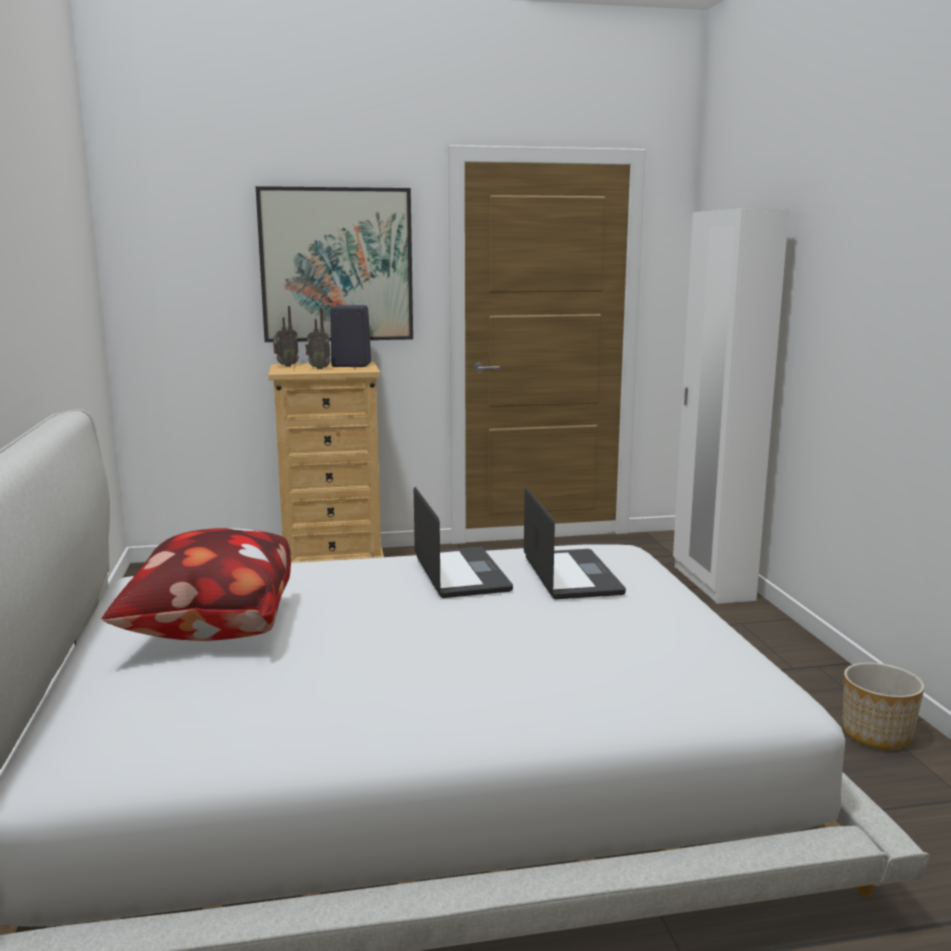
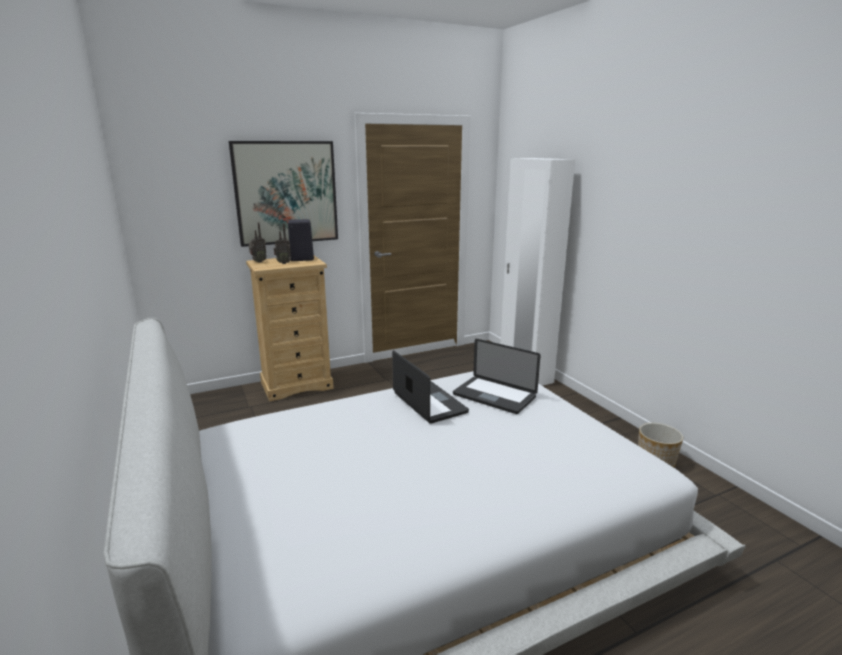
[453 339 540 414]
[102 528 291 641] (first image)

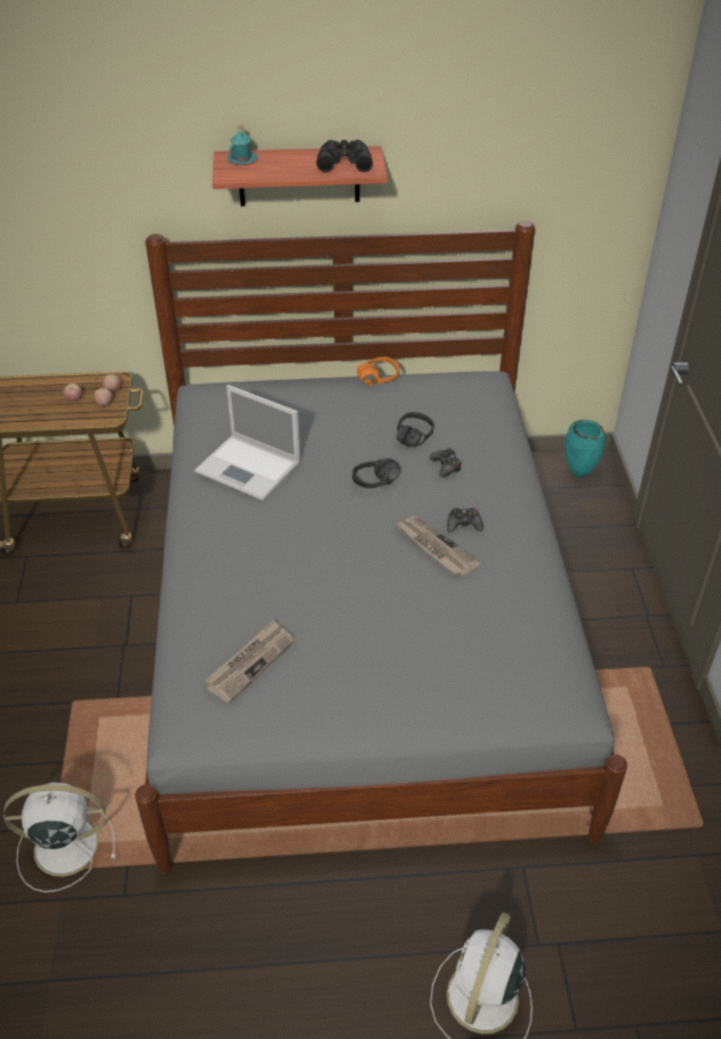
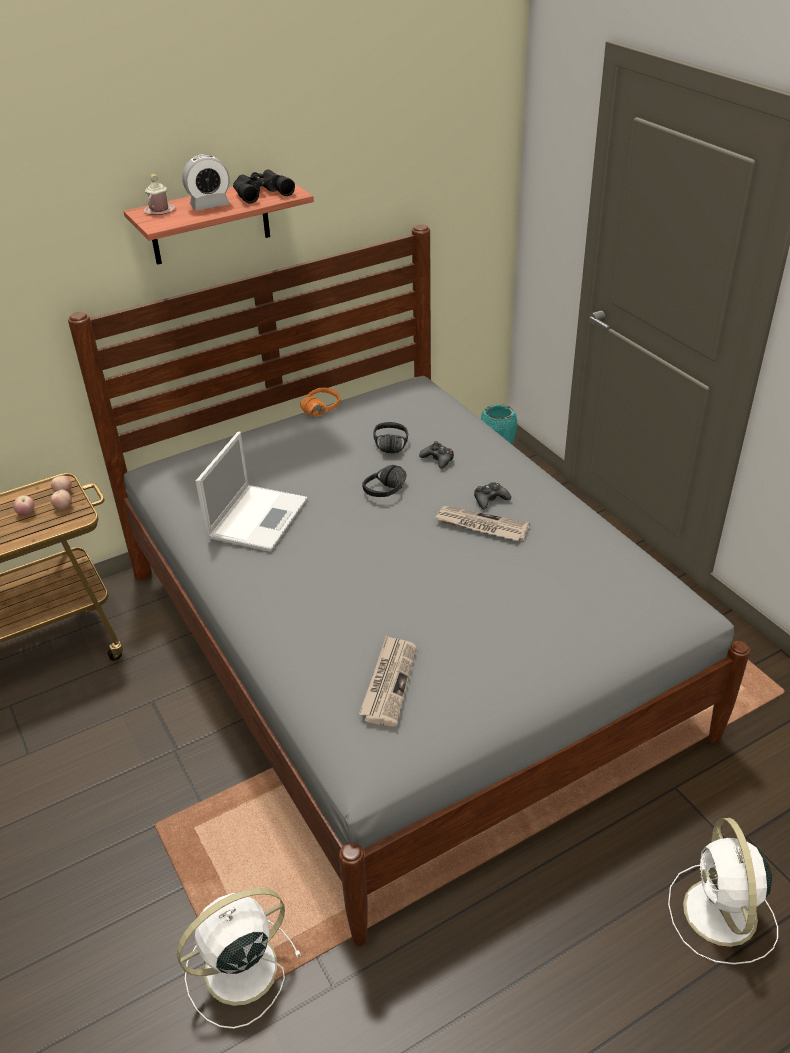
[144 173 175 215]
[196 432 307 552]
[182 154 230 211]

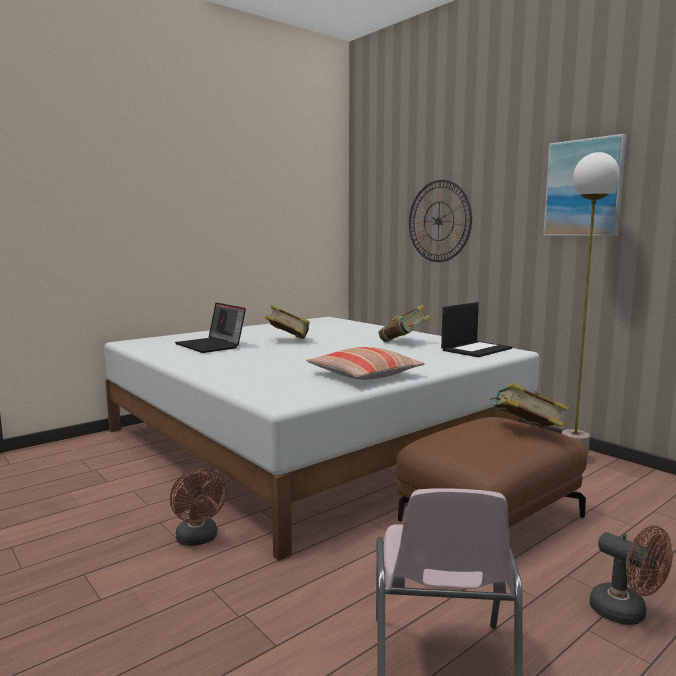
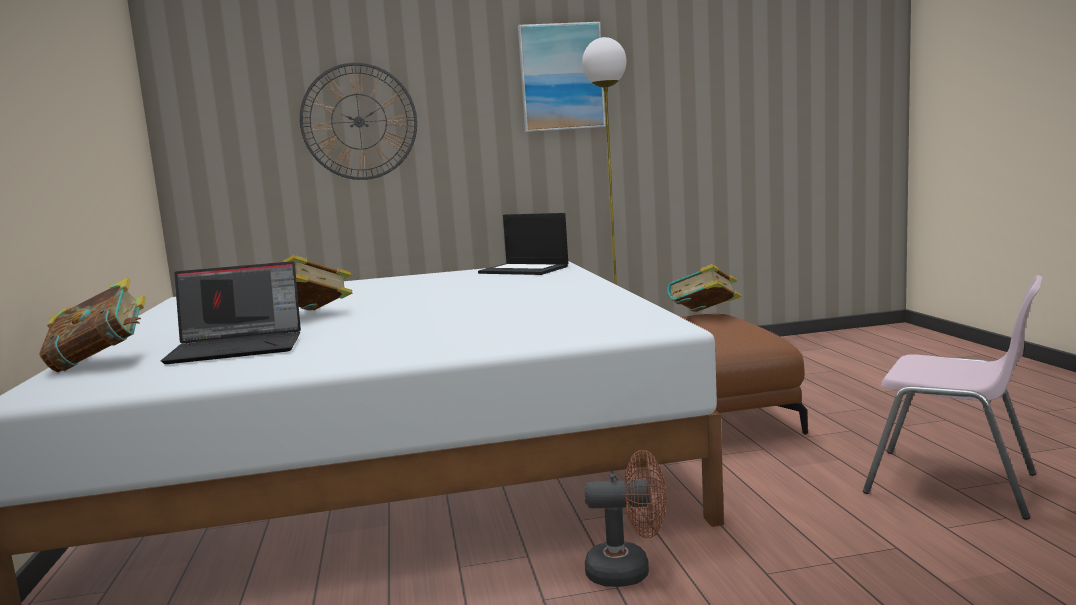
[478 213 568 275]
[39 278 146 373]
[307 347 425 380] (first image)
[589 525 673 625] (first image)

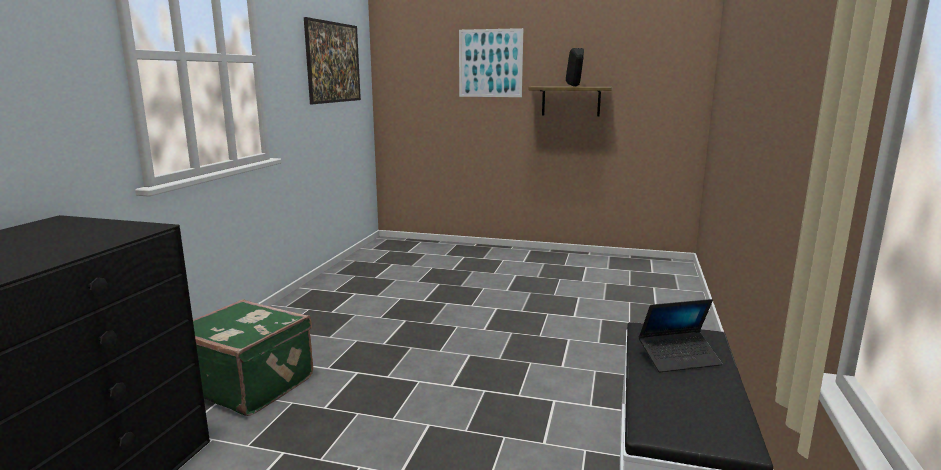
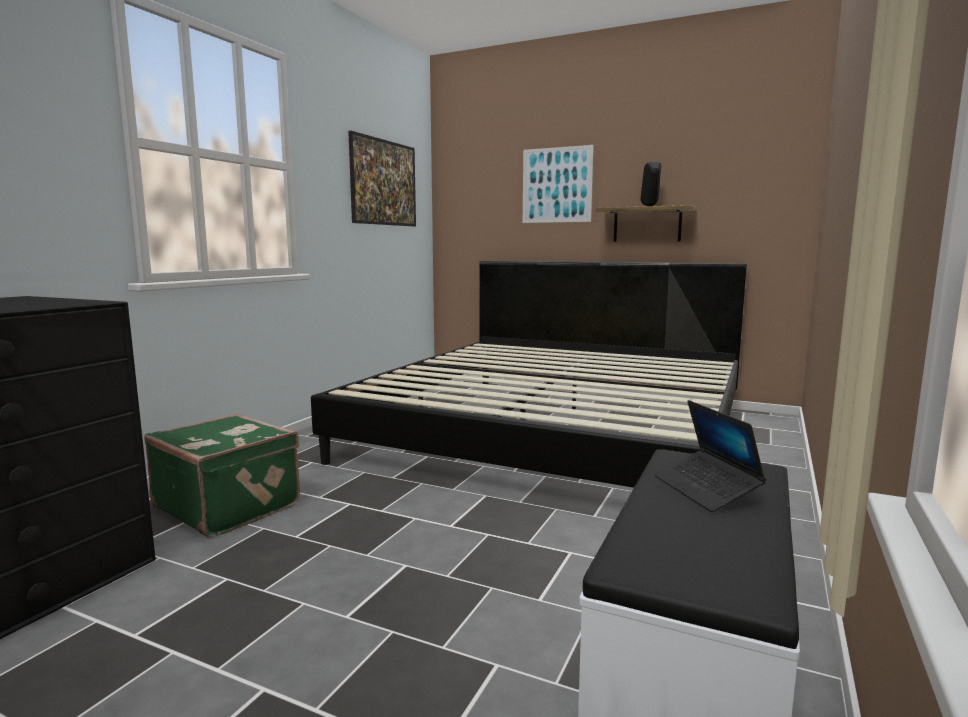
[655 400 766 512]
[311 261 747 488]

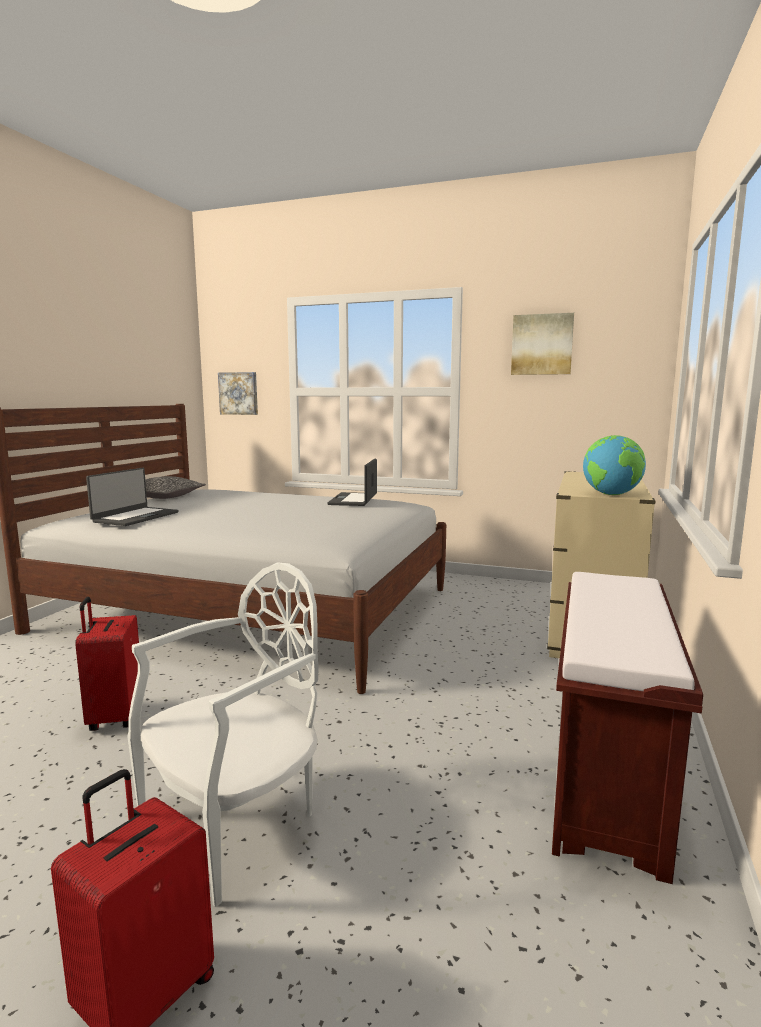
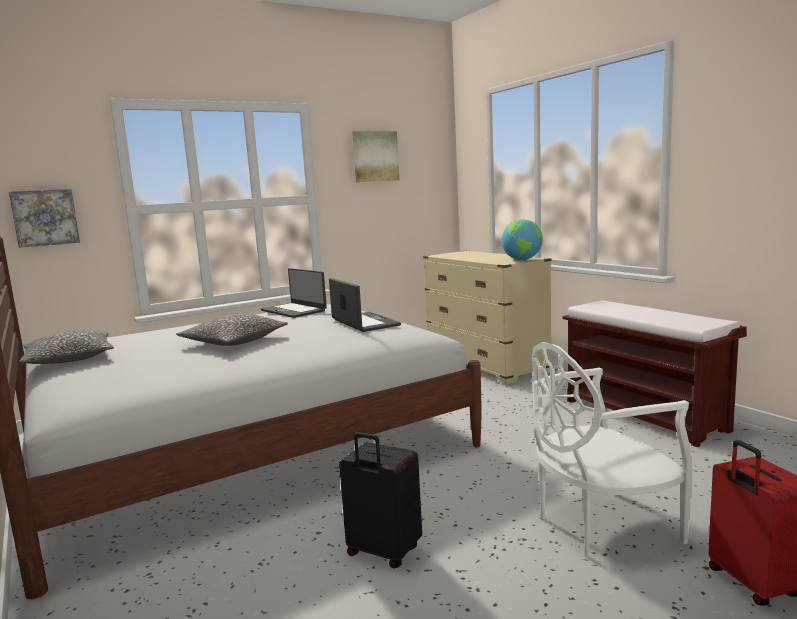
[329 278 401 332]
[532 342 694 557]
[339 432 422 569]
[176 314 288 346]

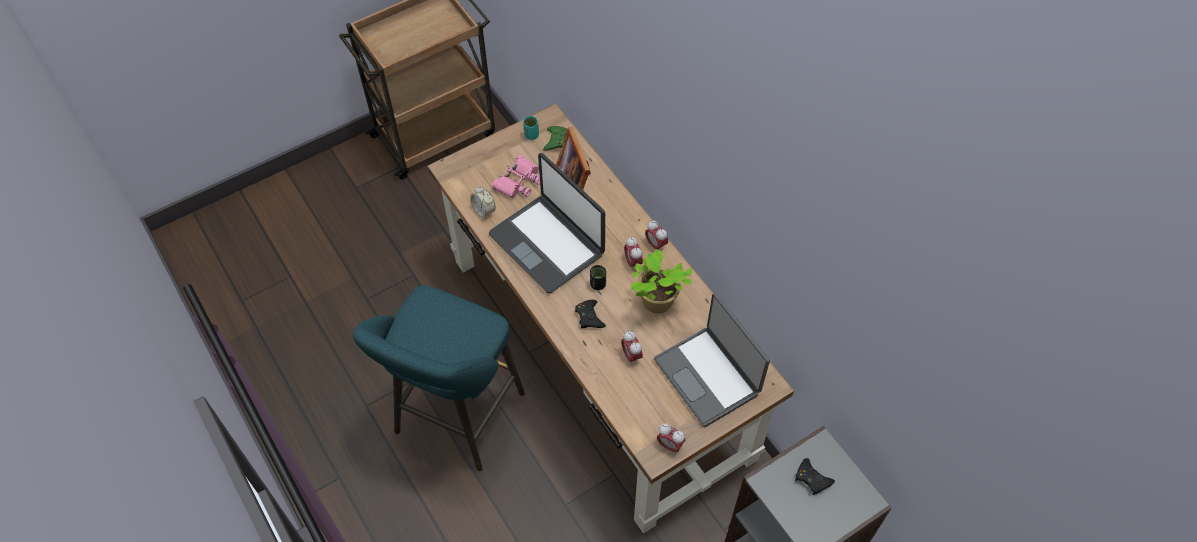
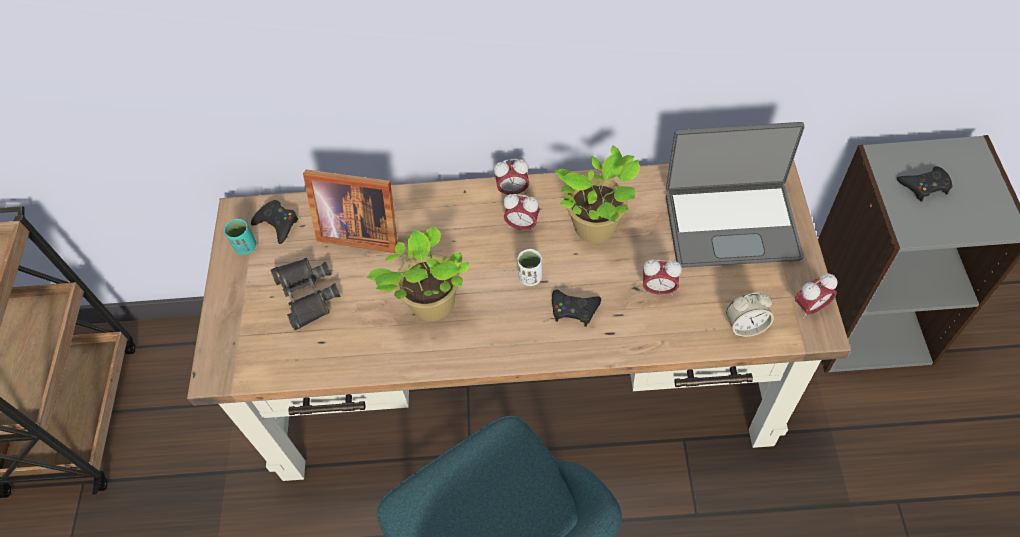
[251 200 298 244]
[366 226 469 321]
[270 258 340 331]
[726 292 774 337]
[517 249 542 286]

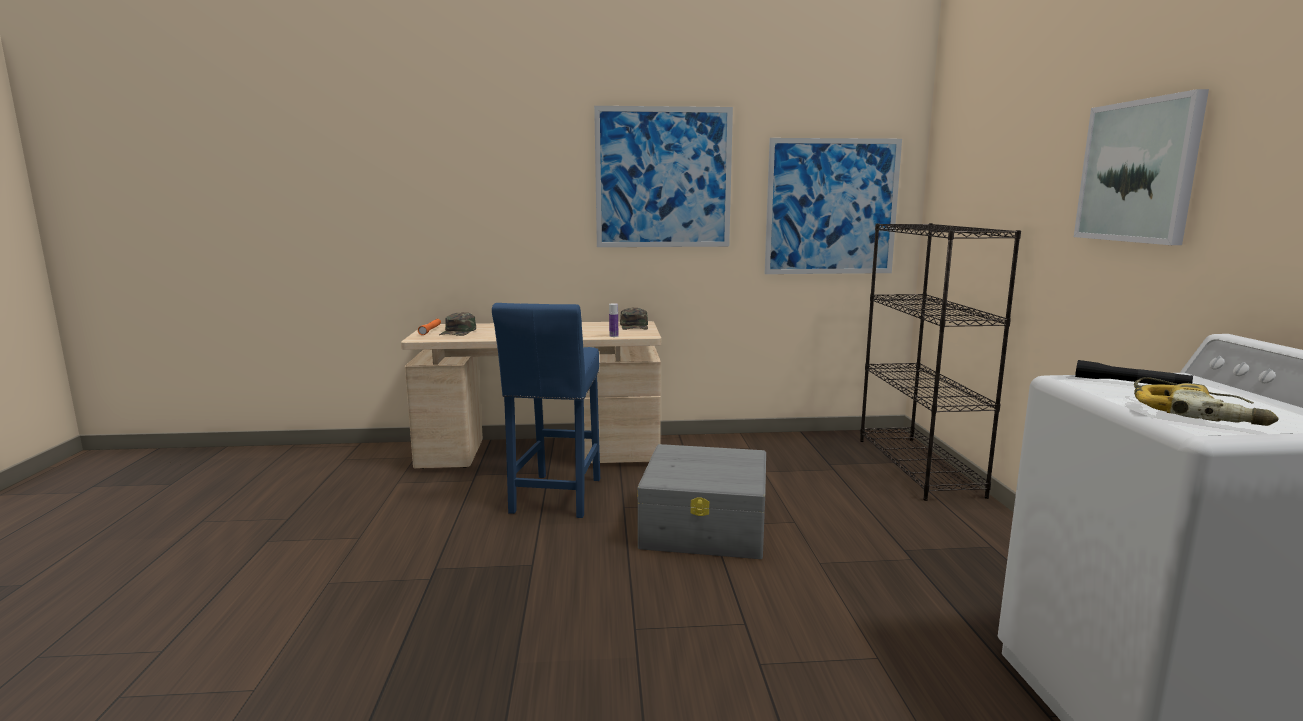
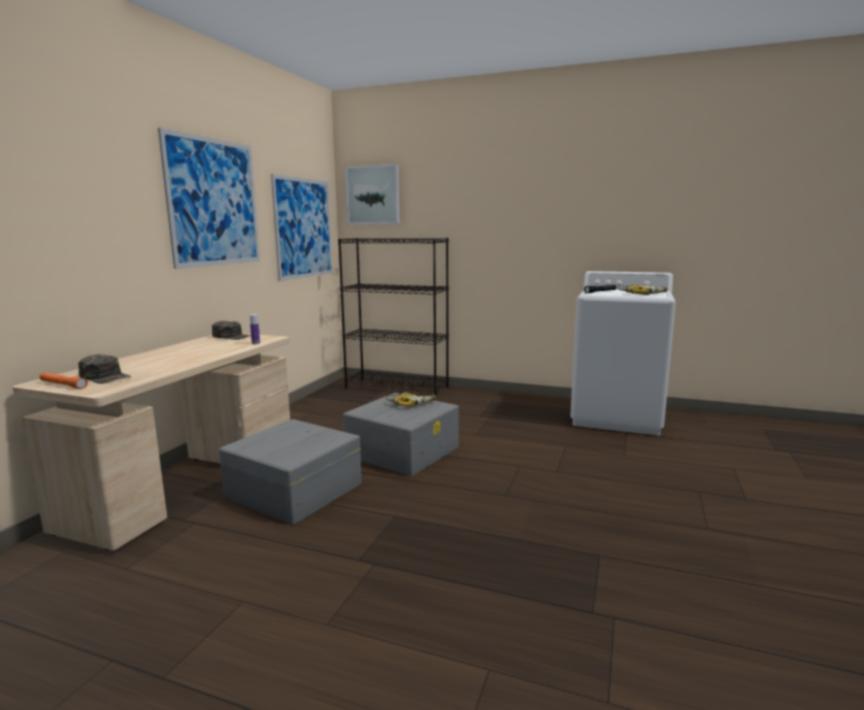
[345 164 399 224]
[219 419 362 525]
[386 392 436 407]

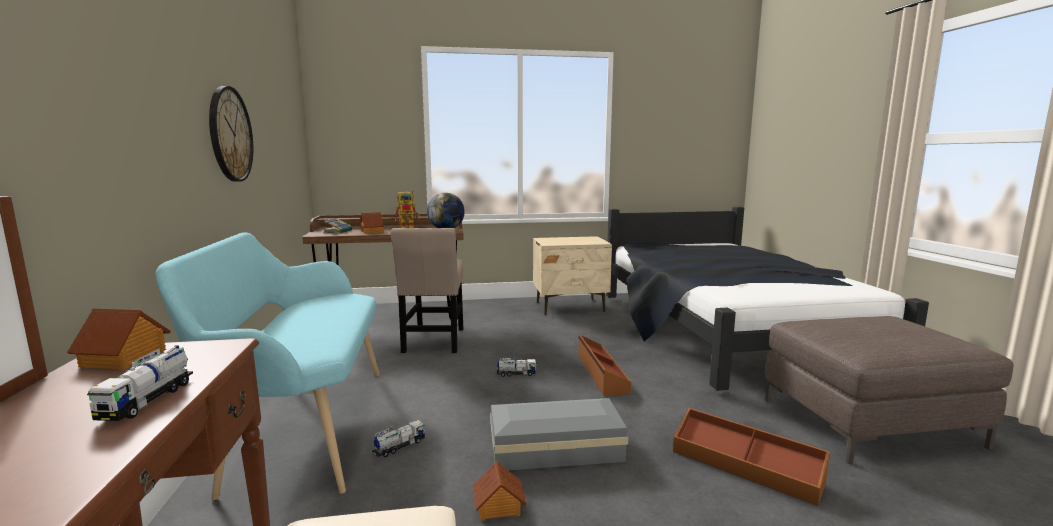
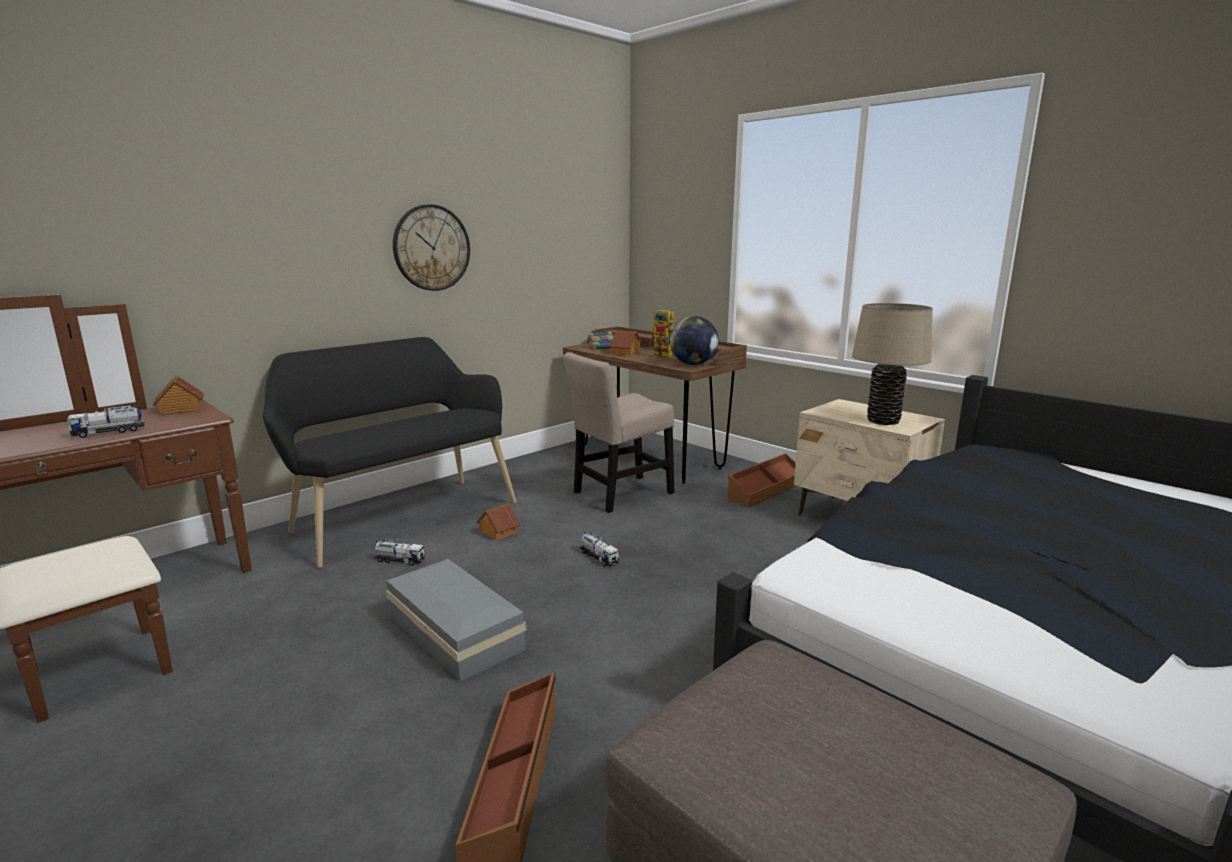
[263 337 516 568]
[728 453 796 507]
[477 503 520 541]
[852 303 933 425]

